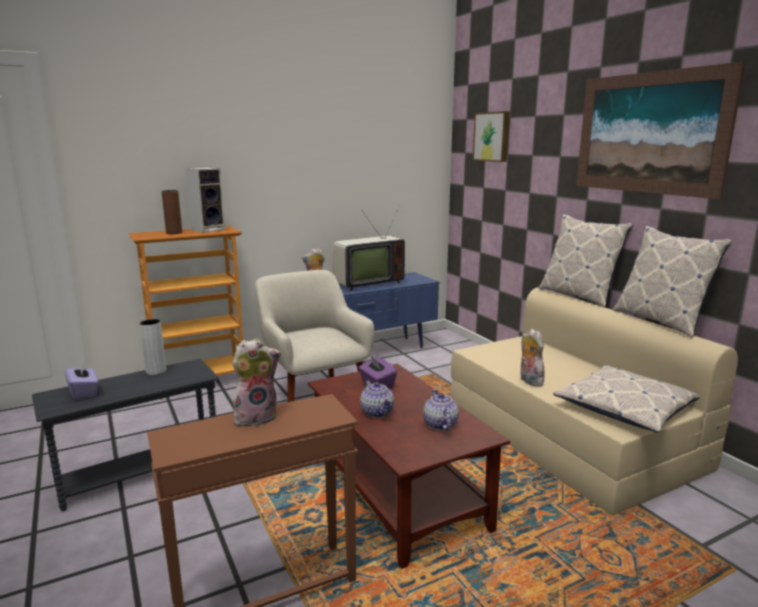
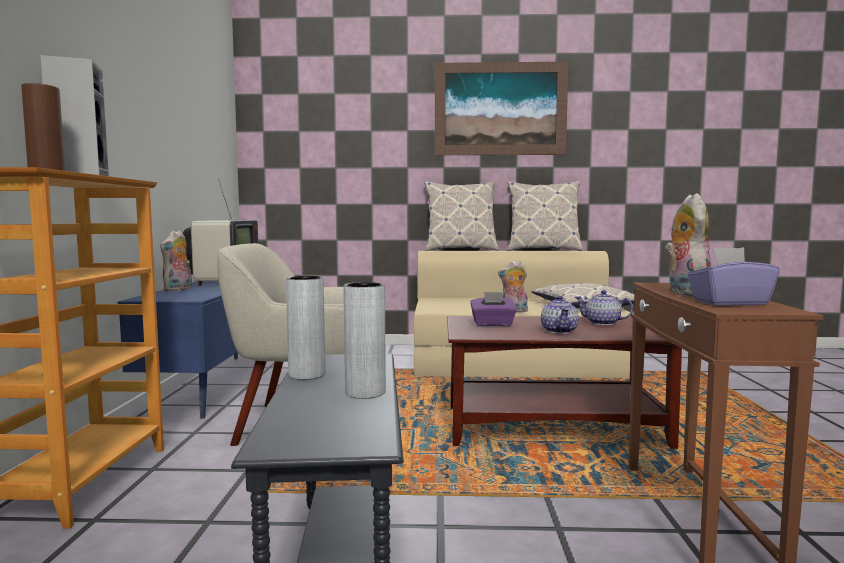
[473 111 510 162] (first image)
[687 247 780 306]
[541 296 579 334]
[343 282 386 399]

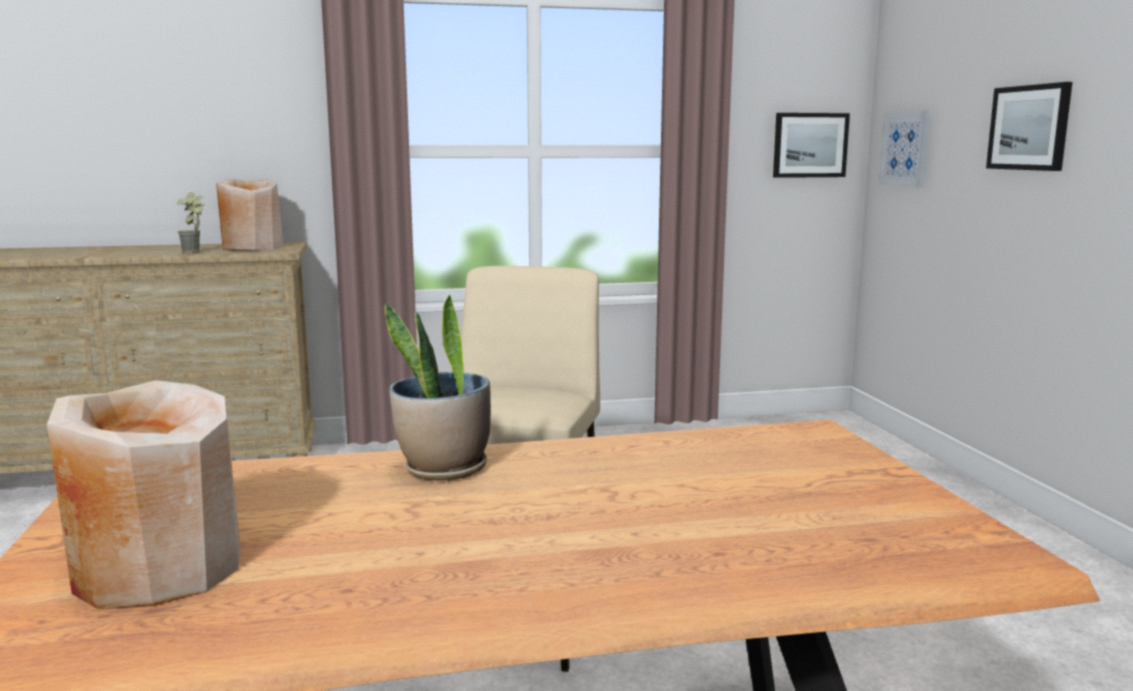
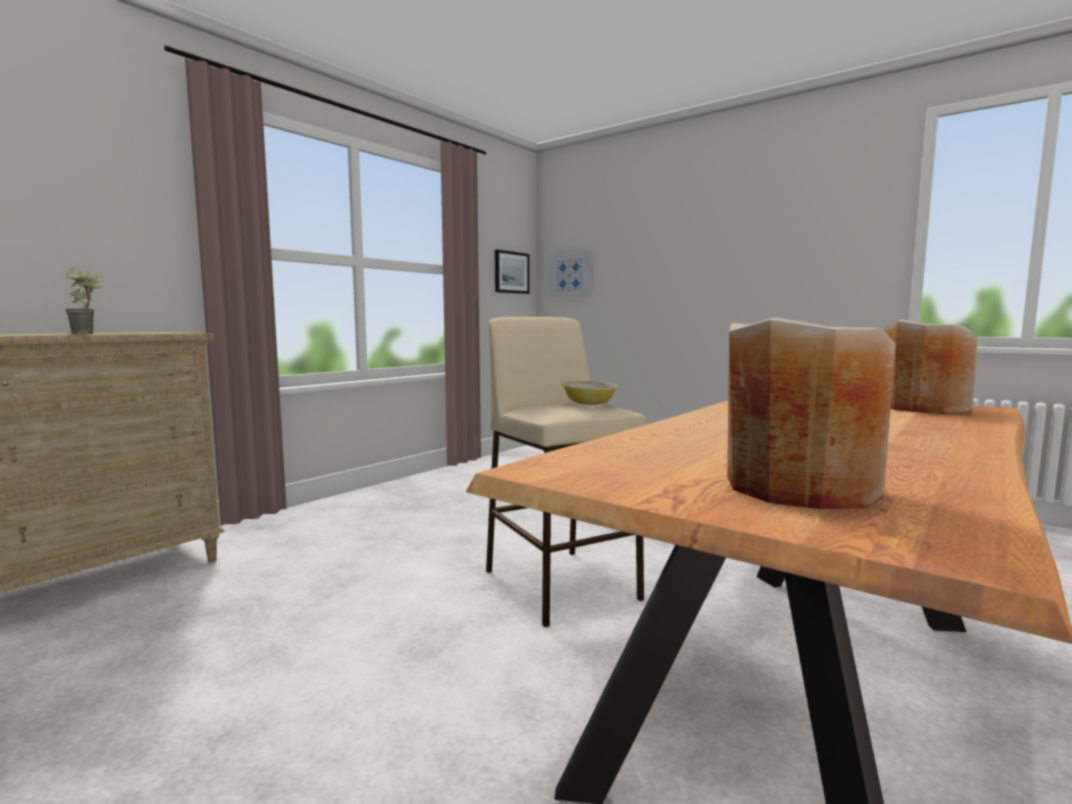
[986 82 1072 171] (first image)
[884 320 978 414]
[385 295 491 481] (first image)
[561 381 619 405]

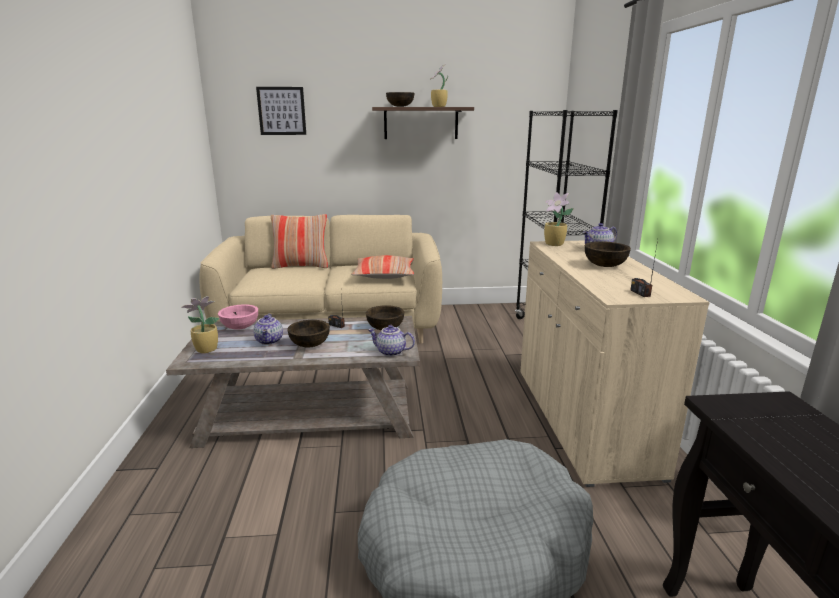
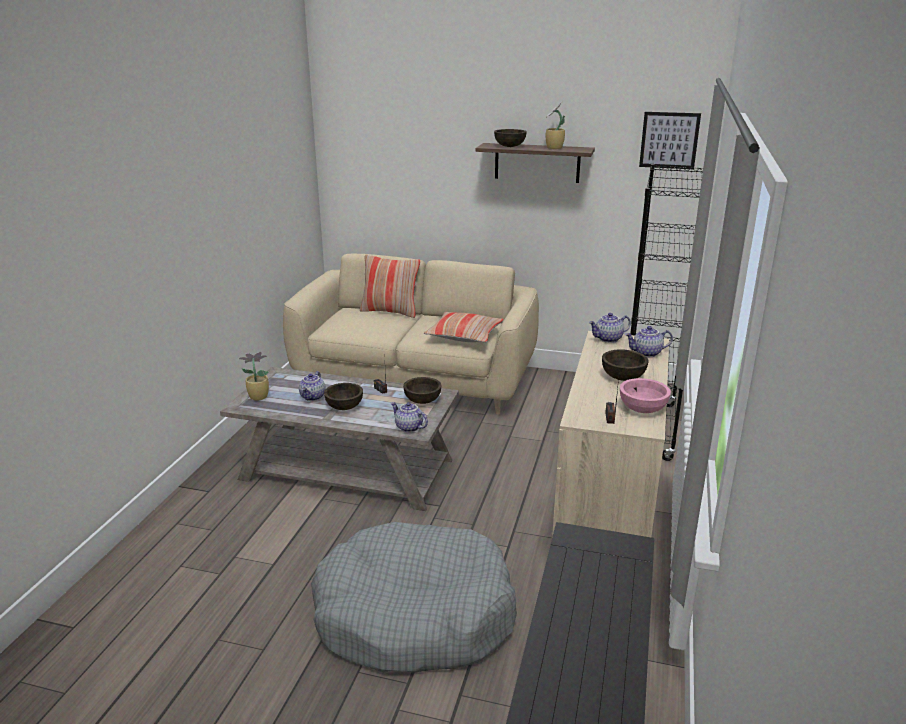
[639 112 701 169]
[589 313 631 343]
[620 378 671 413]

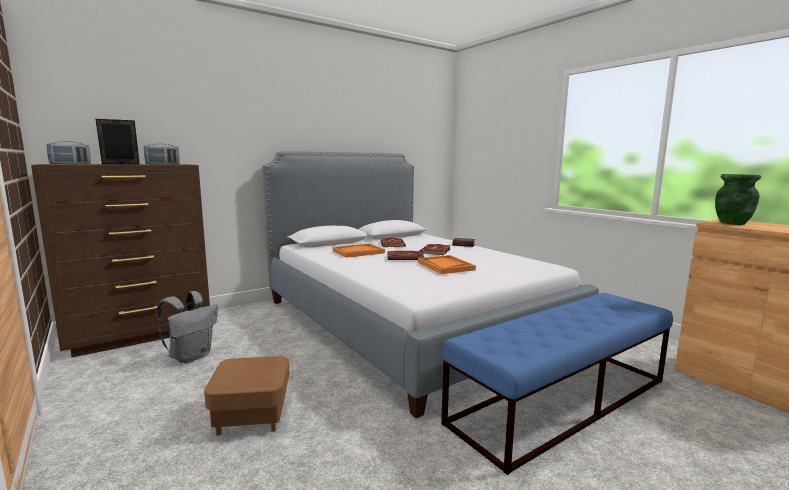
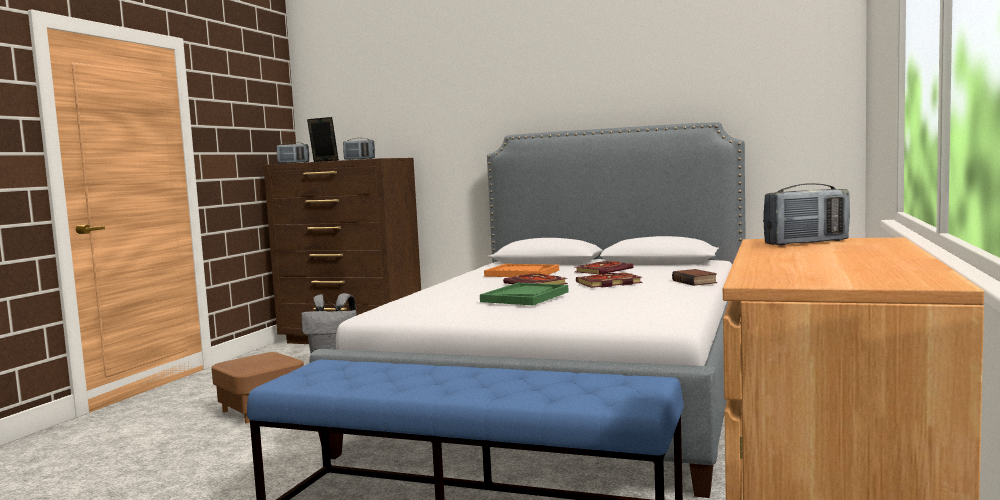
[763 183 850 245]
[480 283 569 305]

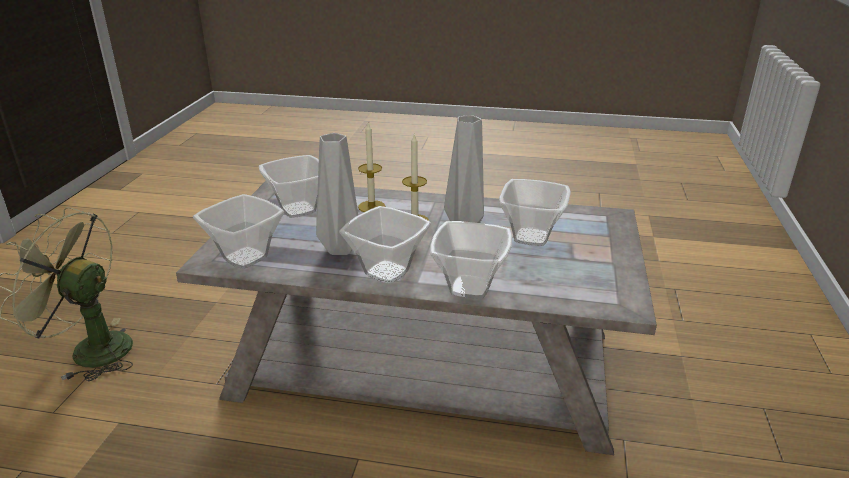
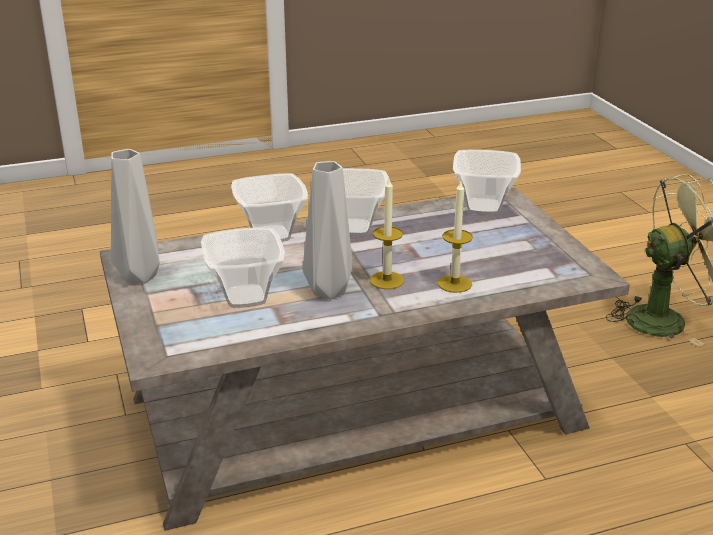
[111 149 160 284]
[259 155 319 218] (first image)

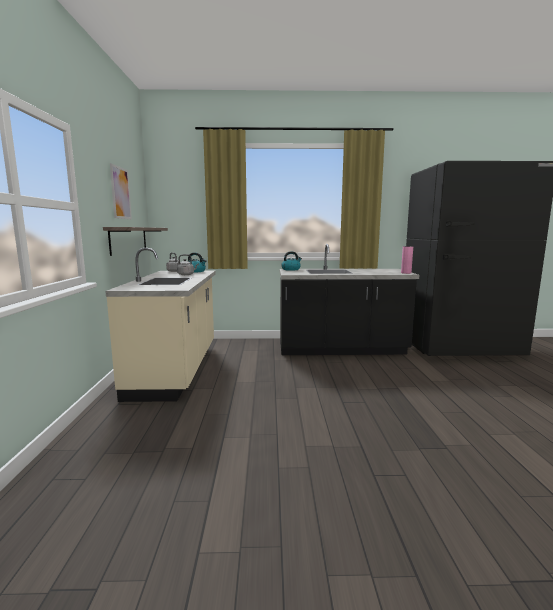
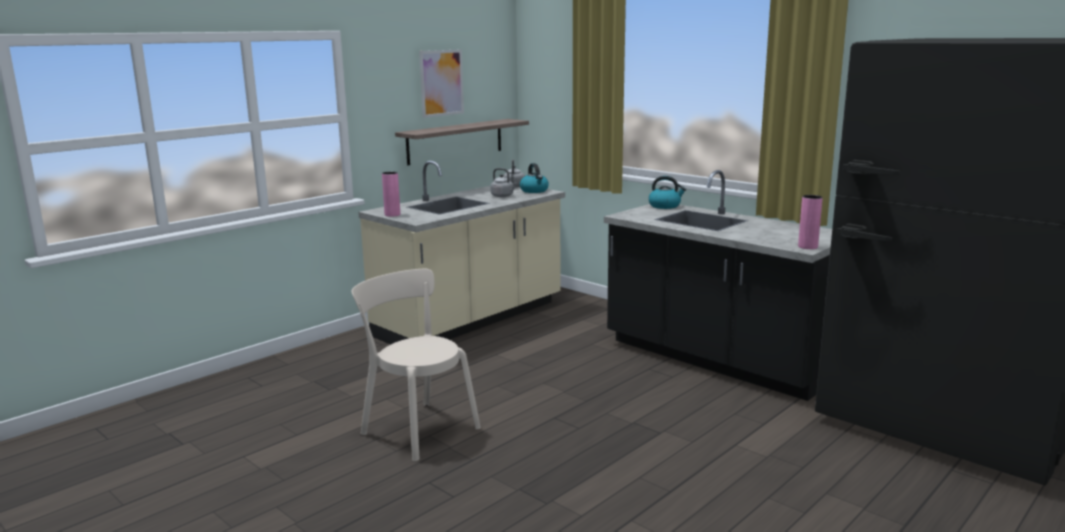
[382 172 400 217]
[351 269 481 462]

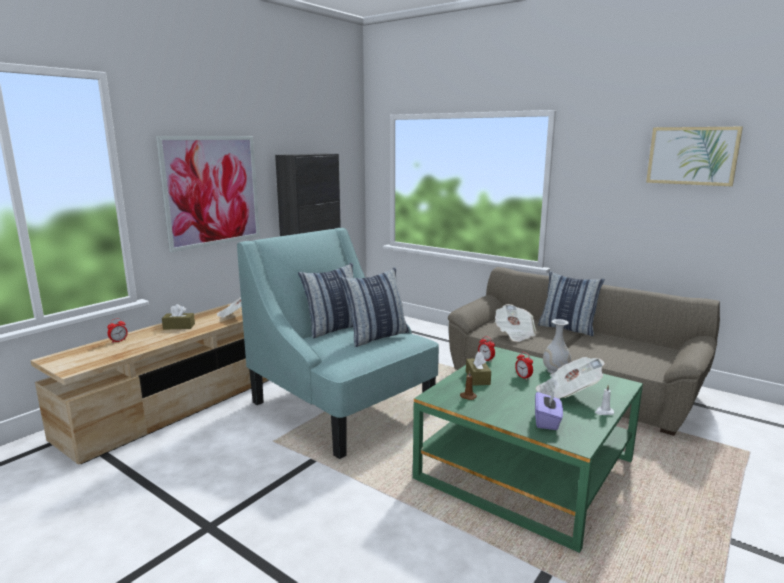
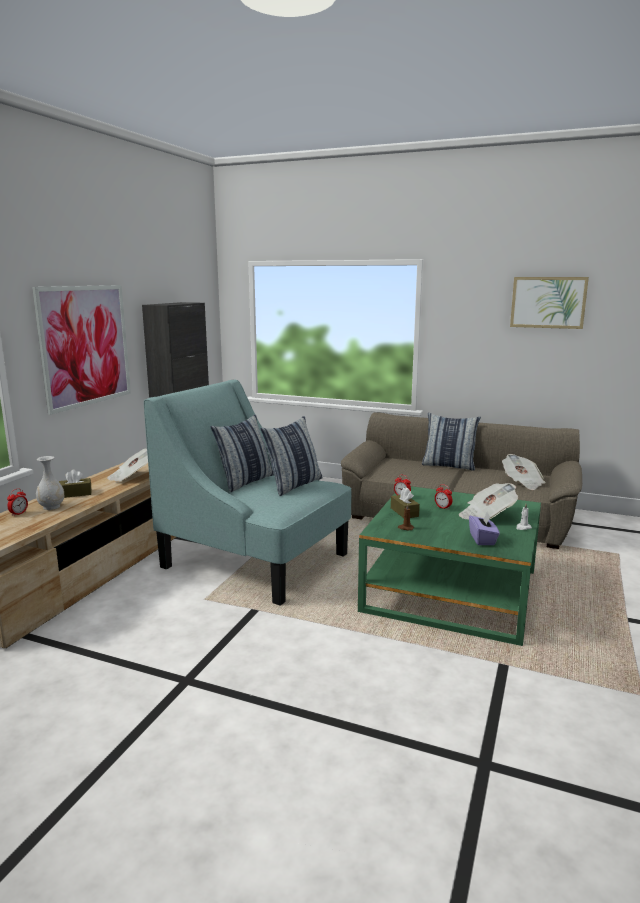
[502 454 546 490]
[36 456 65 510]

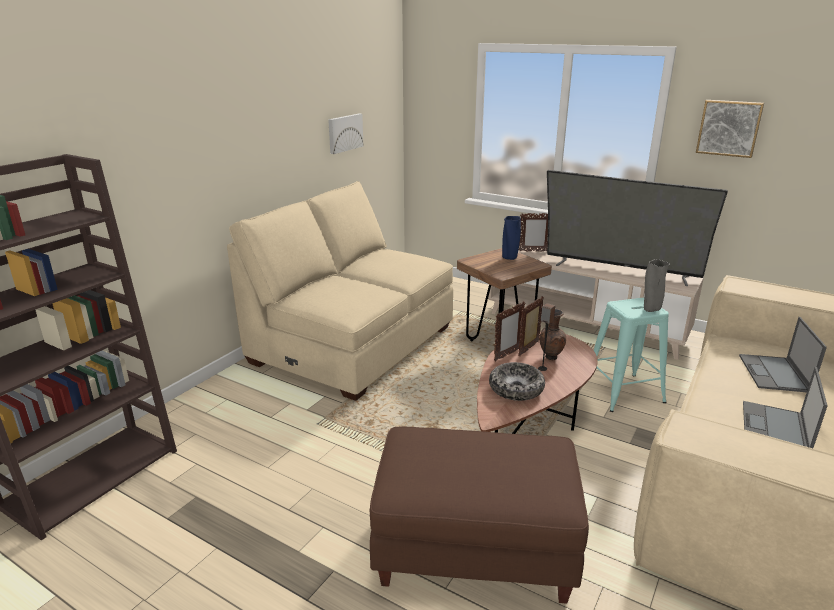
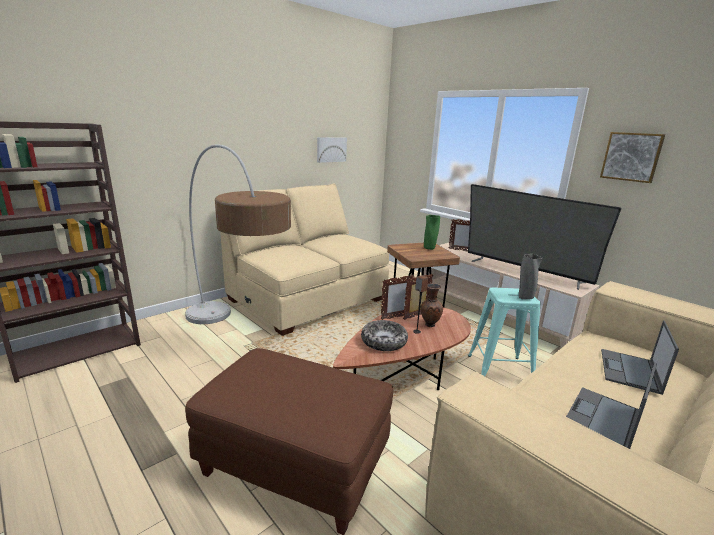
[424 215 440 250]
[185 144 291 324]

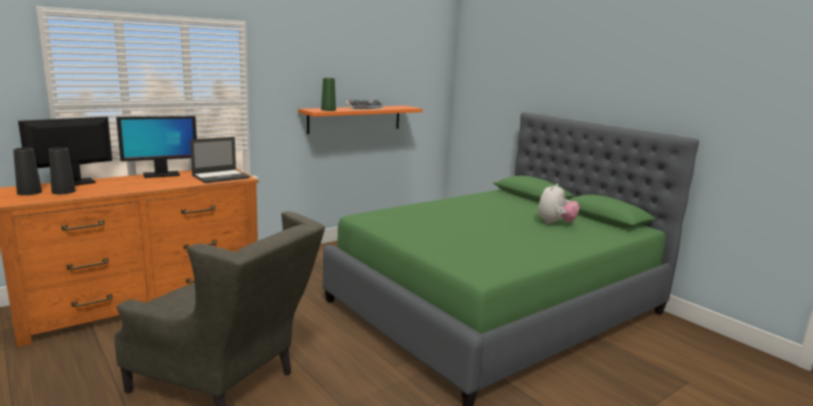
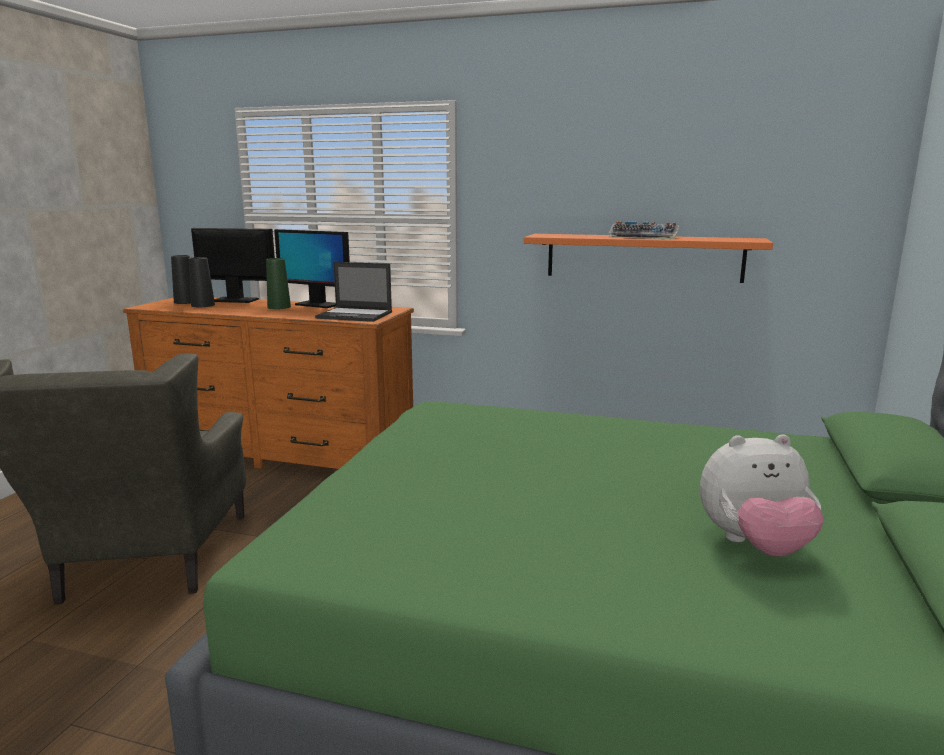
[266 258 291 309]

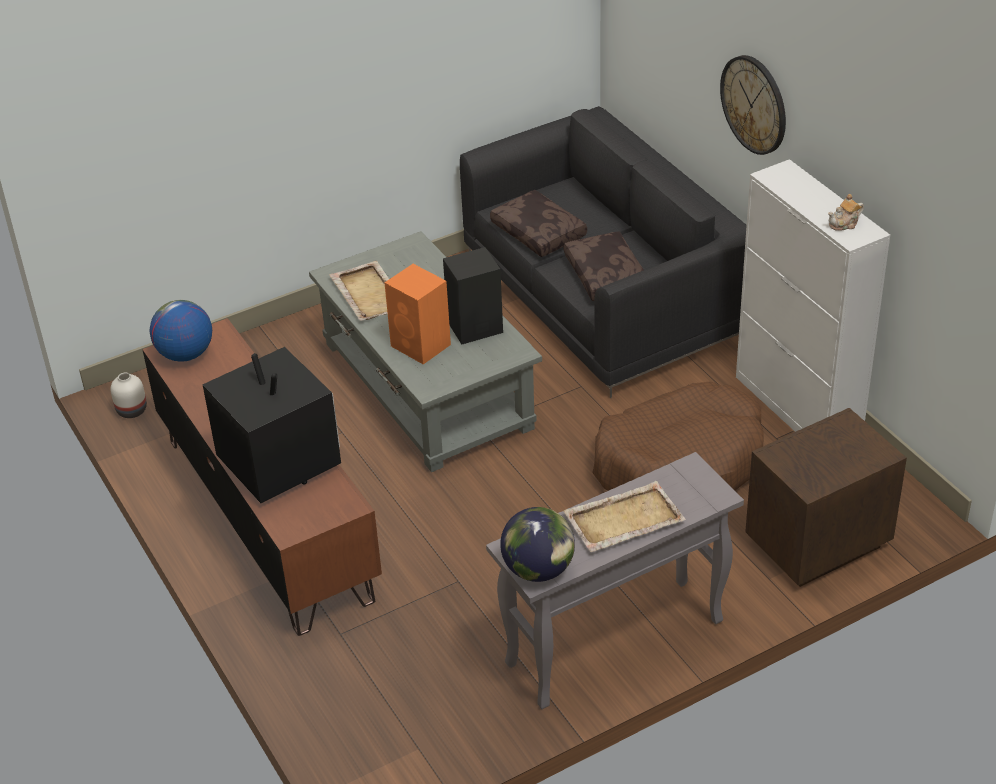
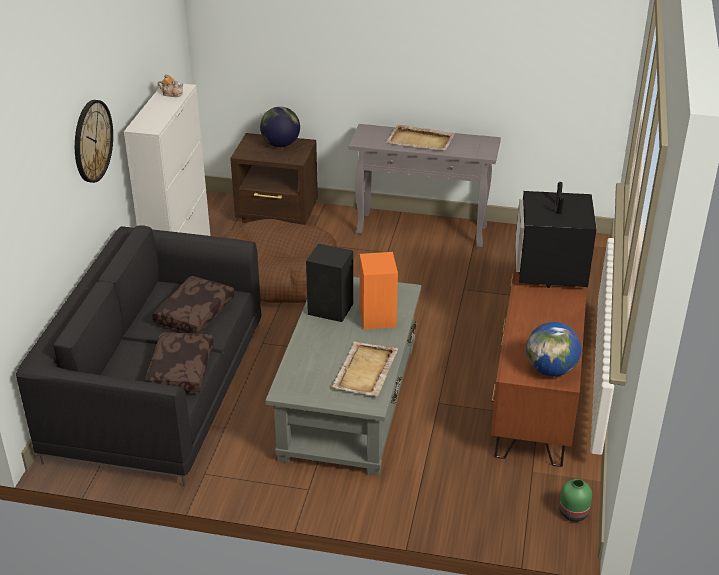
[559 479 592 522]
[260 107 300 147]

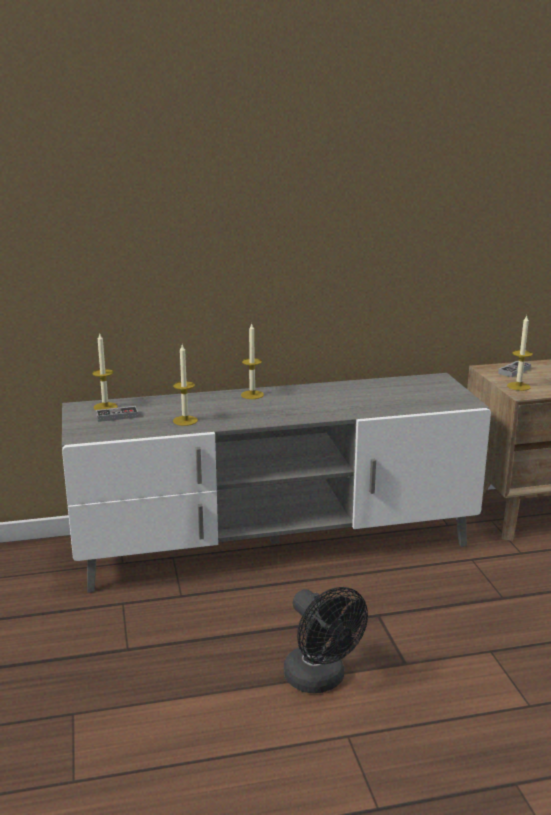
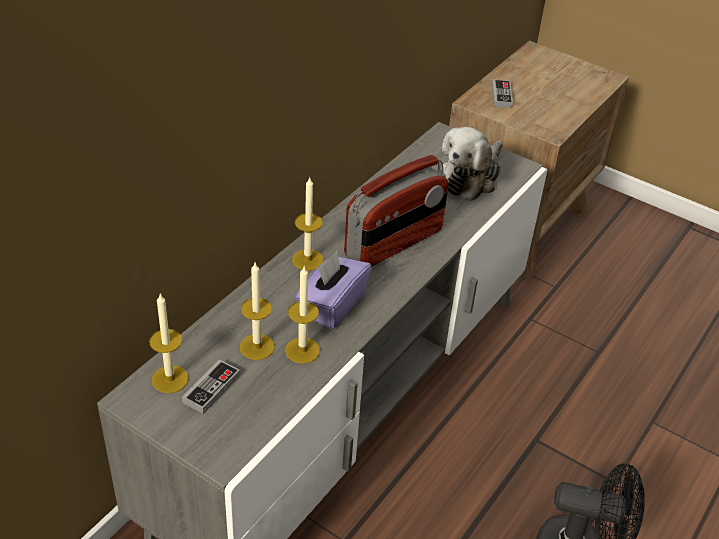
[240 263 275 360]
[440 127 503 201]
[344 155 449 267]
[294 251 372 329]

